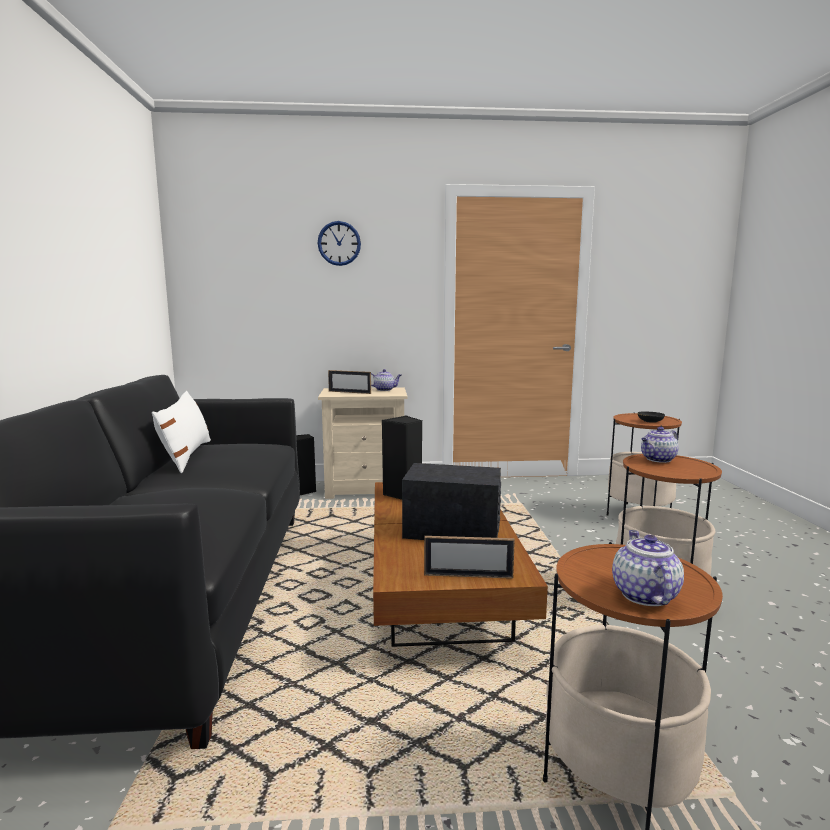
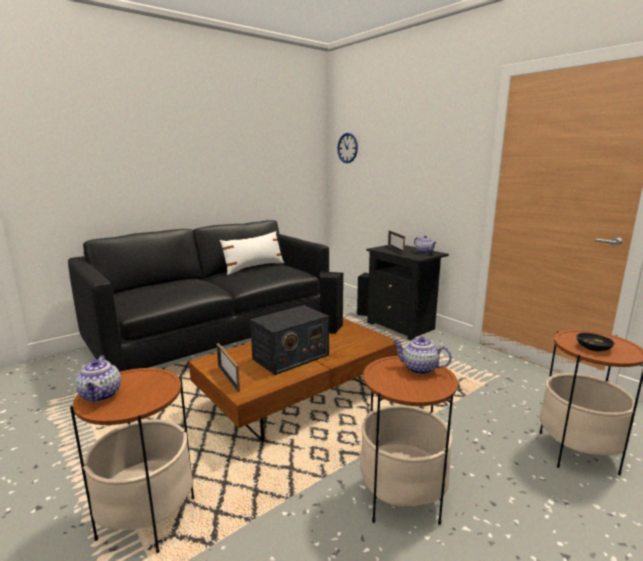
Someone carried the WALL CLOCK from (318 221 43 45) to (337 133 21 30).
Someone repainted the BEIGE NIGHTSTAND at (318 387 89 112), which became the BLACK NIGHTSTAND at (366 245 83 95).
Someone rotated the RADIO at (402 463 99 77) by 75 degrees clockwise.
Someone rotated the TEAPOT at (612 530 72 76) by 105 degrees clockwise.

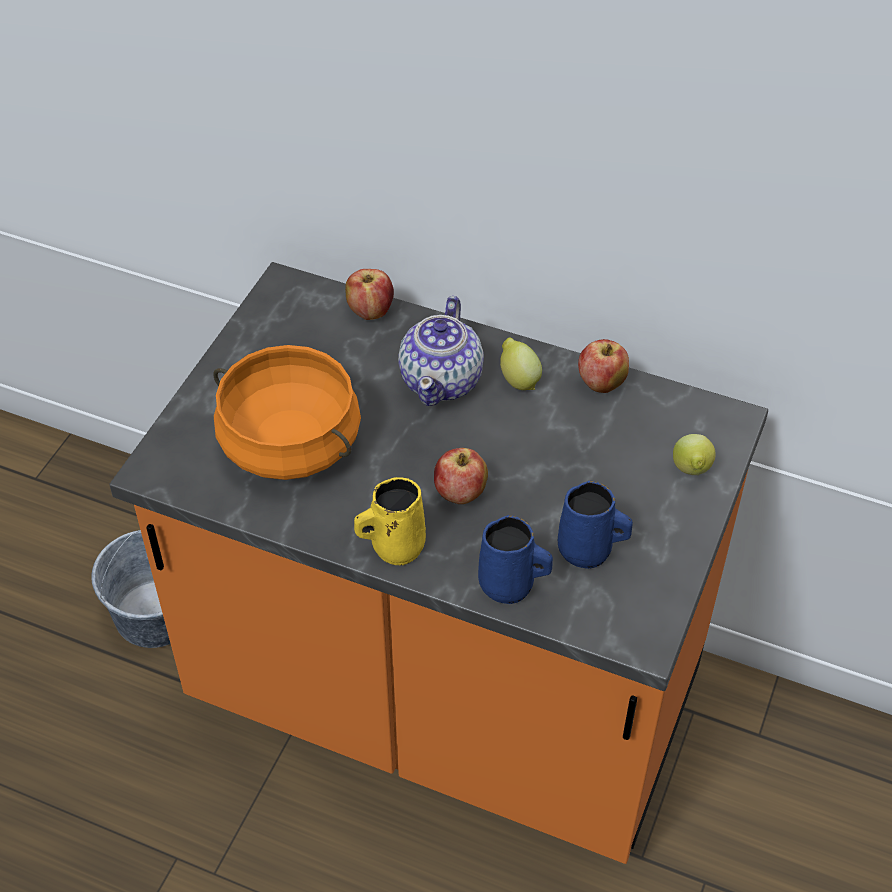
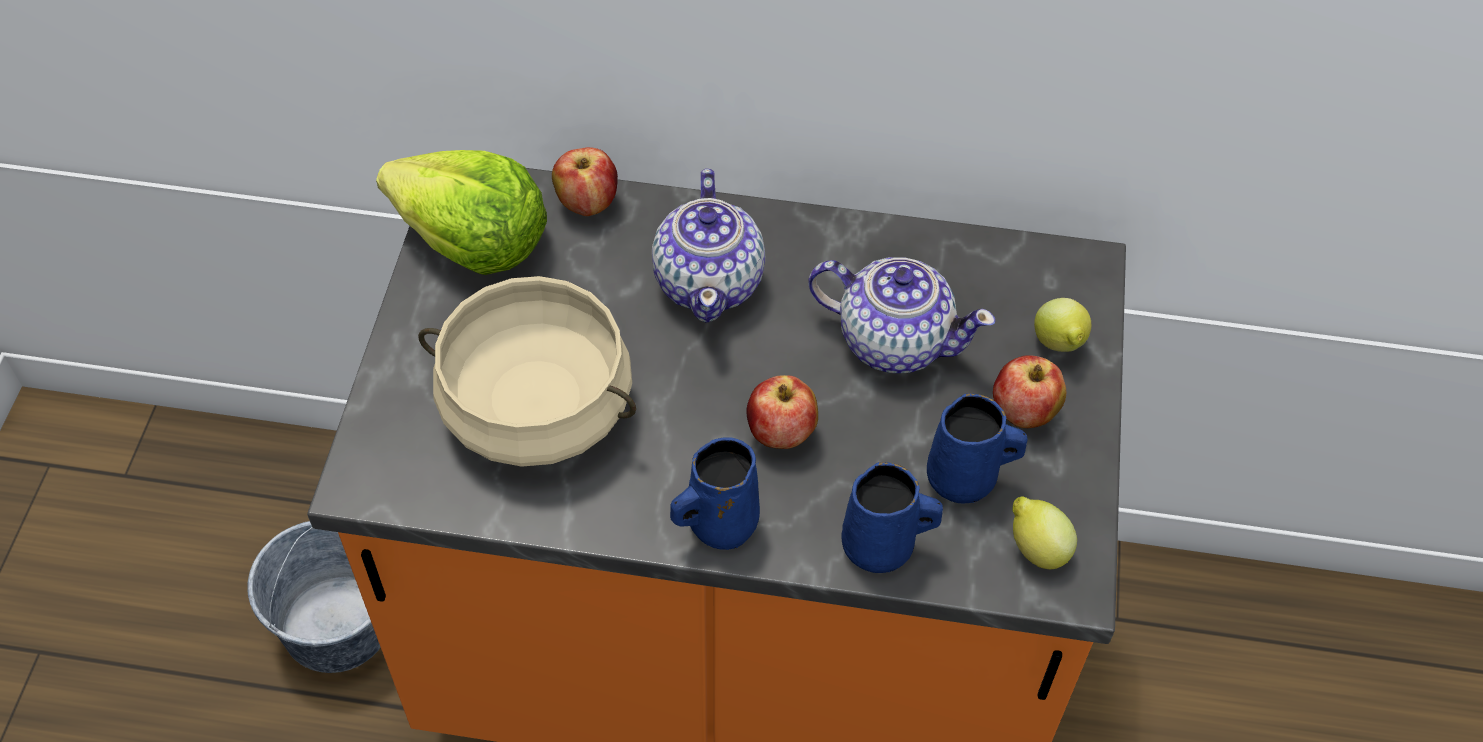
Someone repainted the ORANGE COOKING POT at (213 345 148 135), which became the BEIGE COOKING POT at (418 276 218 191).
Someone repainted the YELLOW MUG at (354 477 72 88), which became the BLUE MUG at (670 437 90 113).
Someone carried the LEMON from (500 337 42 53) to (1013 496 64 73).
Someone carried the APPLE from (578 339 51 54) to (993 355 73 73).
Someone put down the LETTUCE at (376 150 171 125).
Someone put down the TEAPOT at (808 257 188 116).

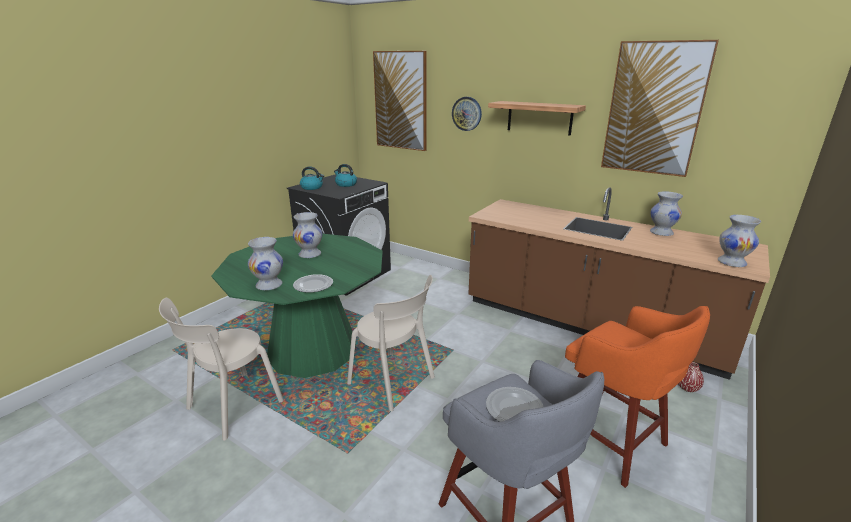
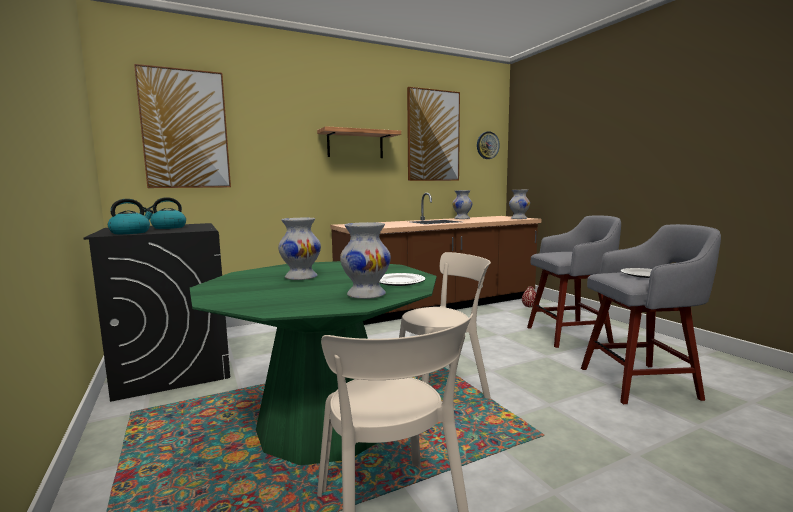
Someone carried the WALL CLOCK from (452 97 30 34) to (477 131 23 28).
Someone repainted the ORANGE STOOL at (565 306 145 182), which became the GREY STOOL at (527 215 94 133).

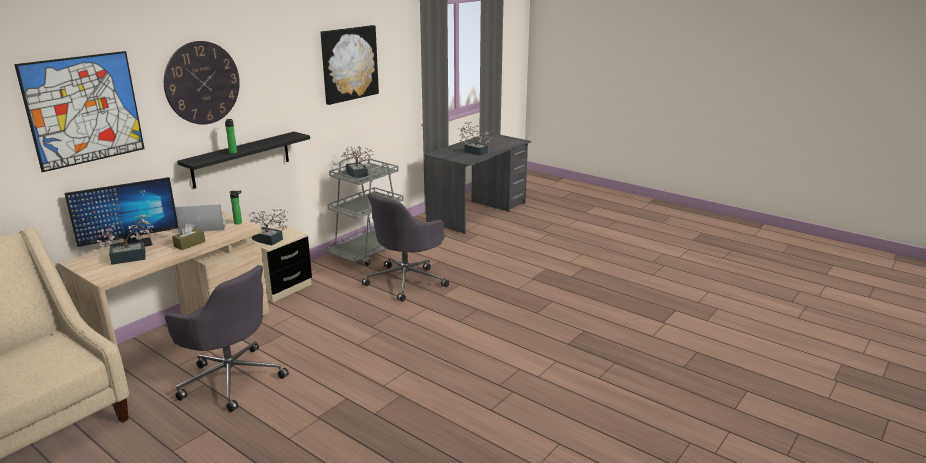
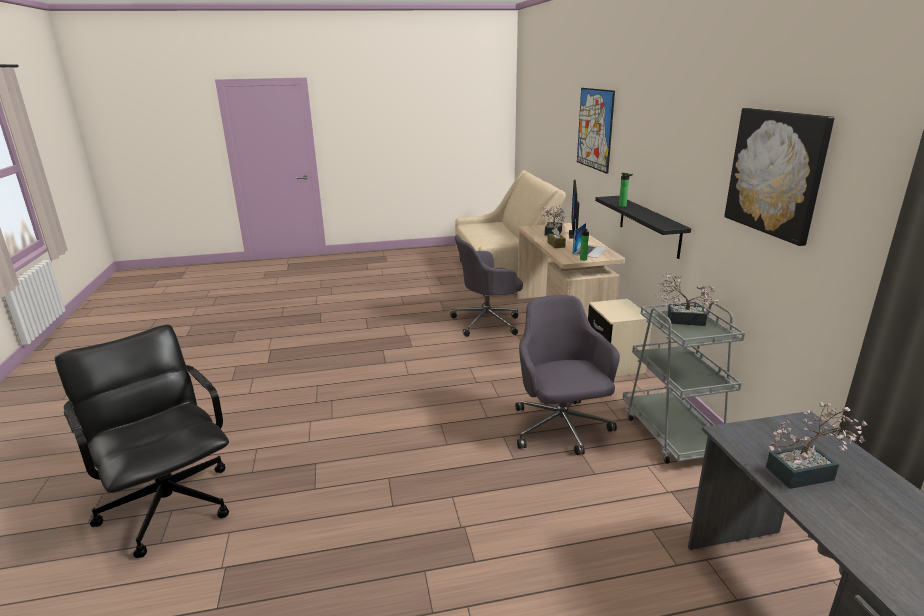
Someone took away the WALL CLOCK at (164 41 76 84).
Someone took away the POTTED PLANT at (249 209 39 36).
Someone put down the BLACK OFFICE CHAIR at (55 325 174 233).

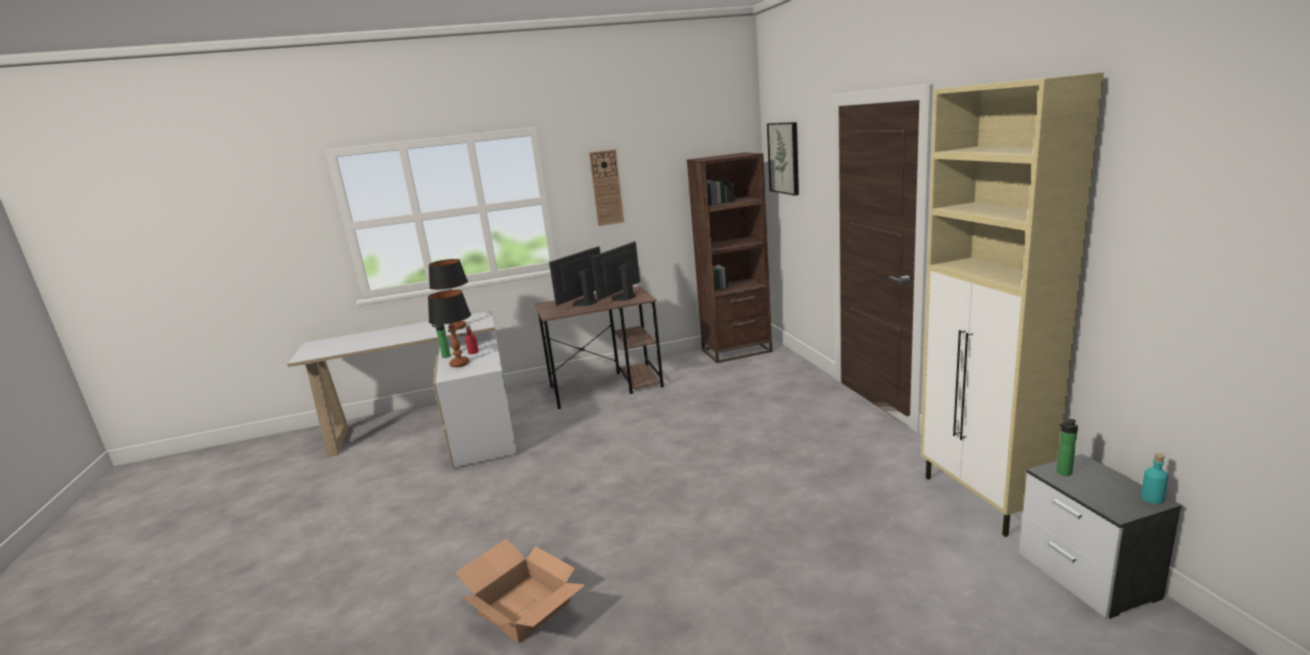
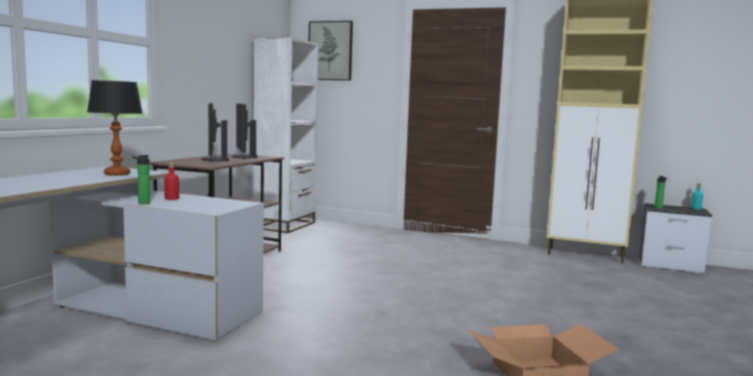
Someone took away the TABLE LAMP at (428 290 43 77).
Someone took away the WALL CLOCK at (589 149 35 77).
Someone repainted the BROWN BOOKCASE at (687 152 85 211), which became the WHITE BOOKCASE at (253 37 66 196).

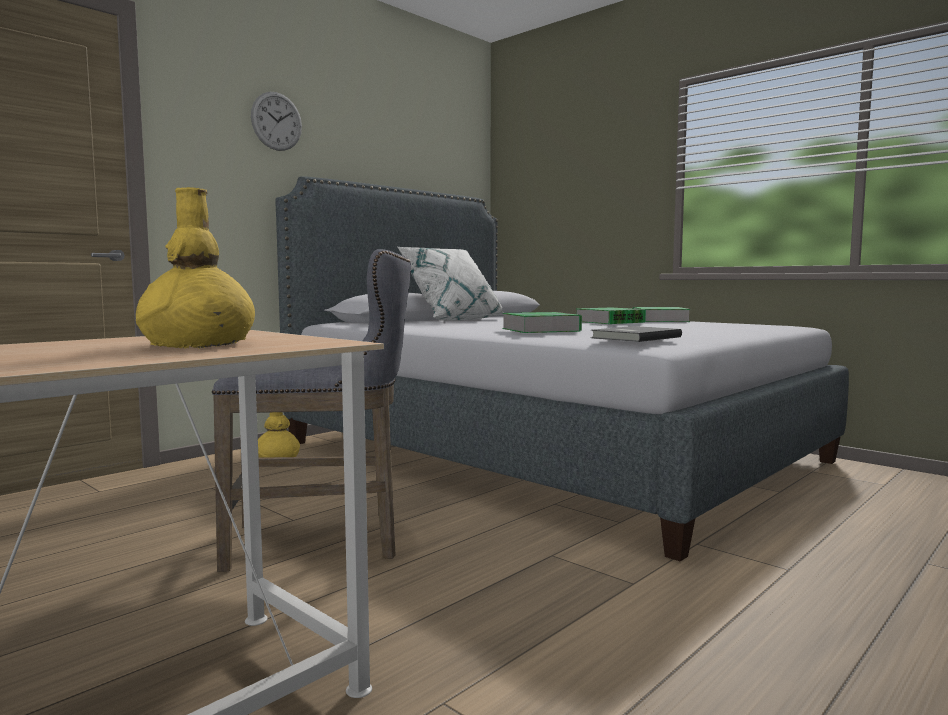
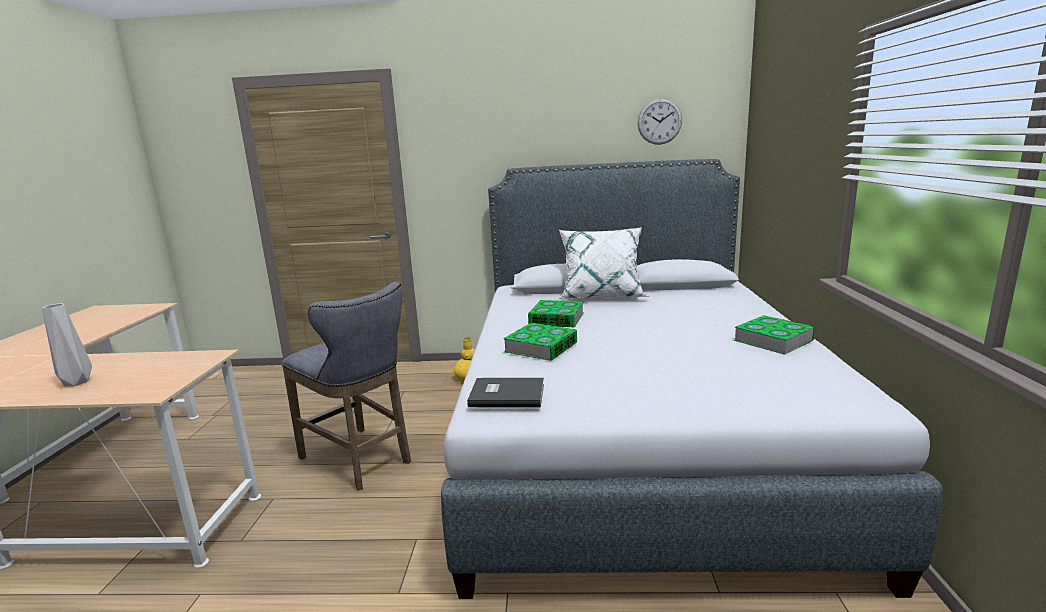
Someone took away the YELLOW VASE at (136 187 119 161).
Someone carried the WALL CLOCK from (251 92 51 59) to (638 98 44 47).
Someone carried the BOOK from (577 308 69 16) to (528 300 55 27).
Someone put down the GREY VASE at (42 303 50 83).

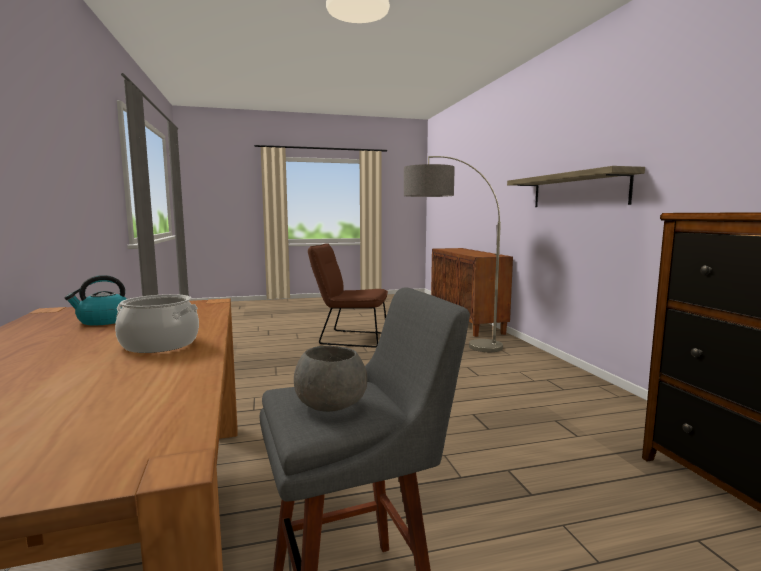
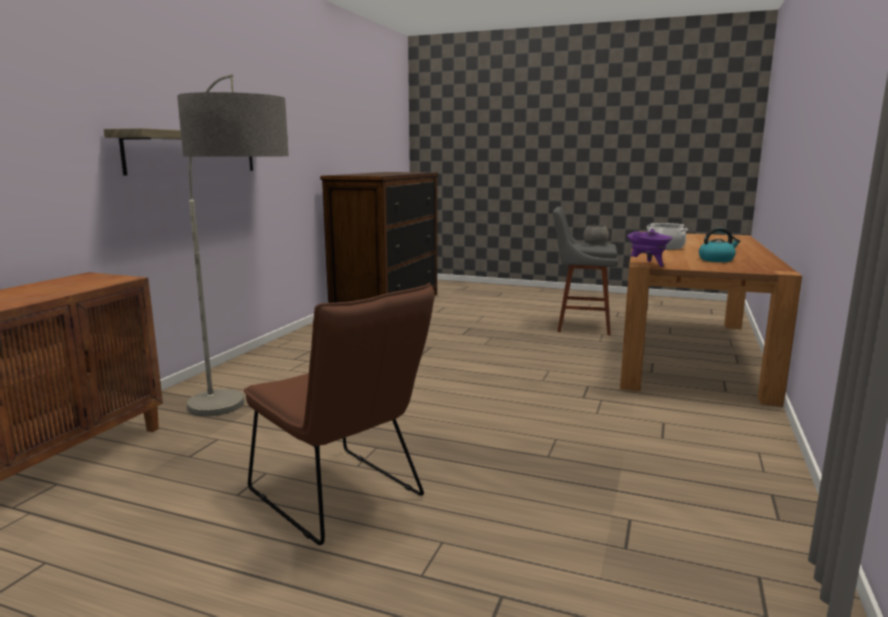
Someone put down the PURPLE COOKING POT at (627 229 45 38).

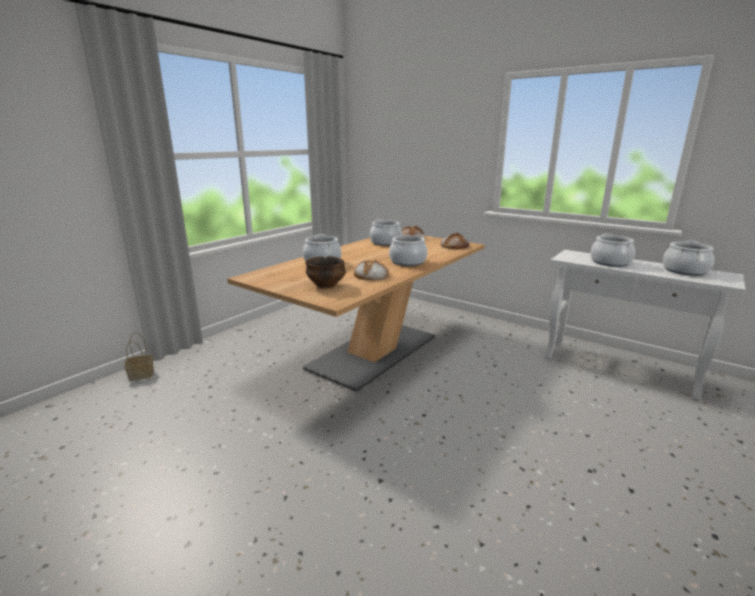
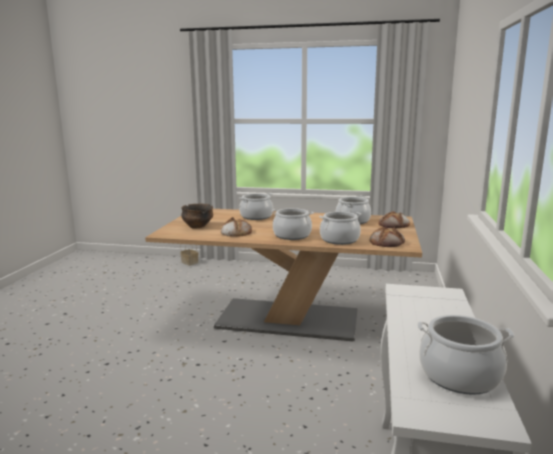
Someone carried the COOKING POT from (590 233 45 34) to (319 212 42 33).

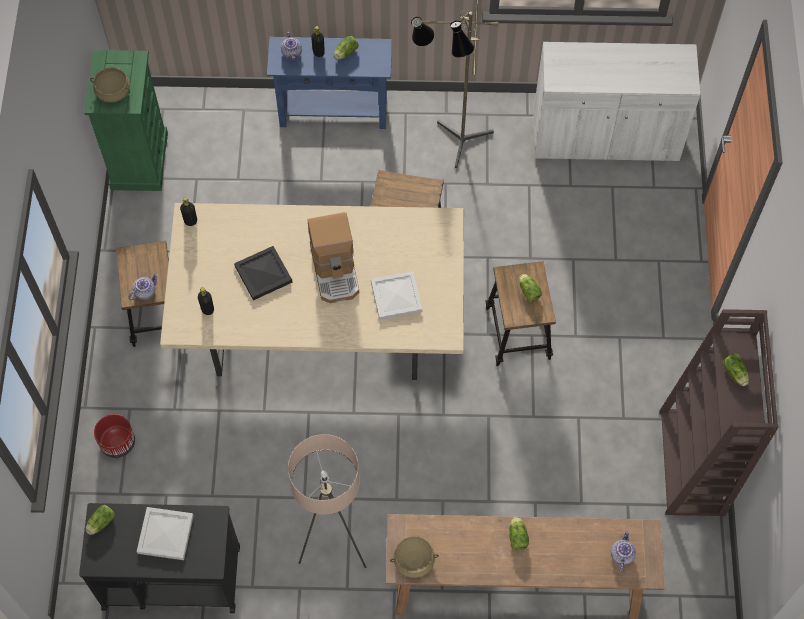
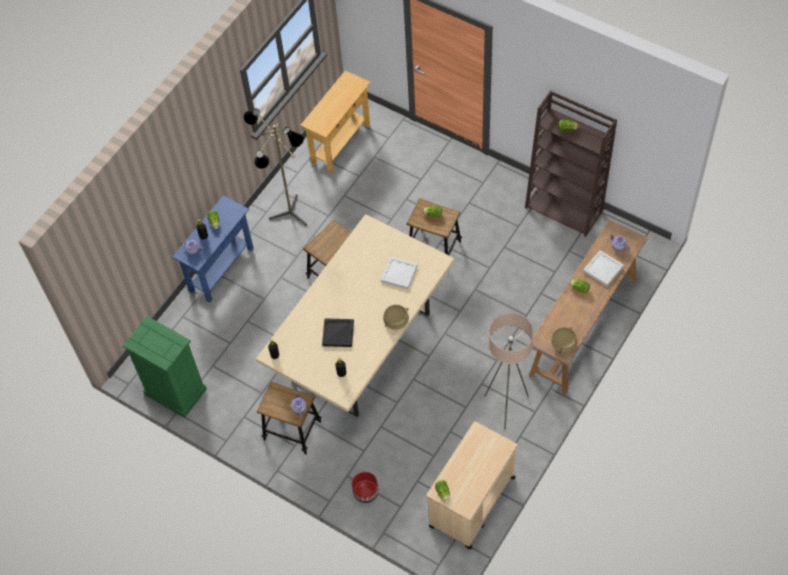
Someone repainted the BLACK CART at (79 503 161 110), which became the BEIGE CART at (426 421 91 129).
Someone carried the BEIGE COOKING POT from (90 67 40 36) to (383 305 26 25).
Someone carried the WHITE TRAY from (137 507 57 53) to (583 250 41 36).
Someone took away the COFFEE MACHINE at (307 212 52 91).
Someone swapped the WHITE CABINET at (534 42 166 119) for the BEIGE CONSOLE TABLE at (300 70 71 103).

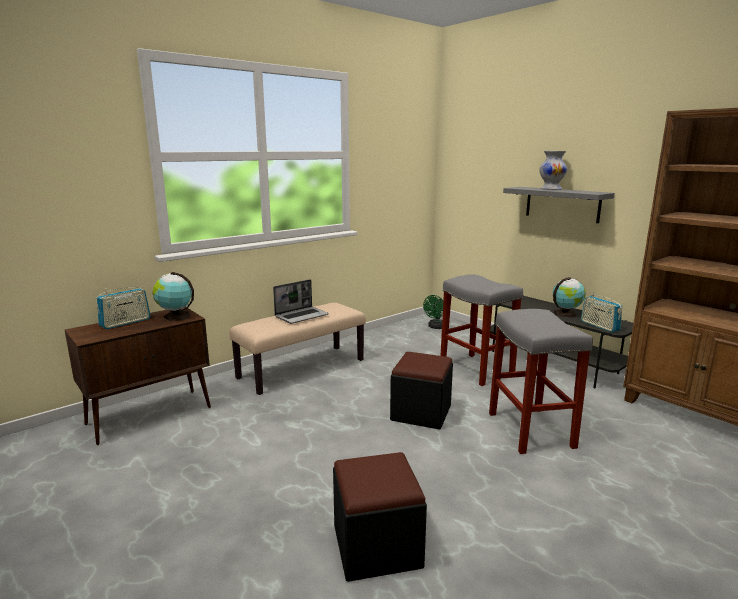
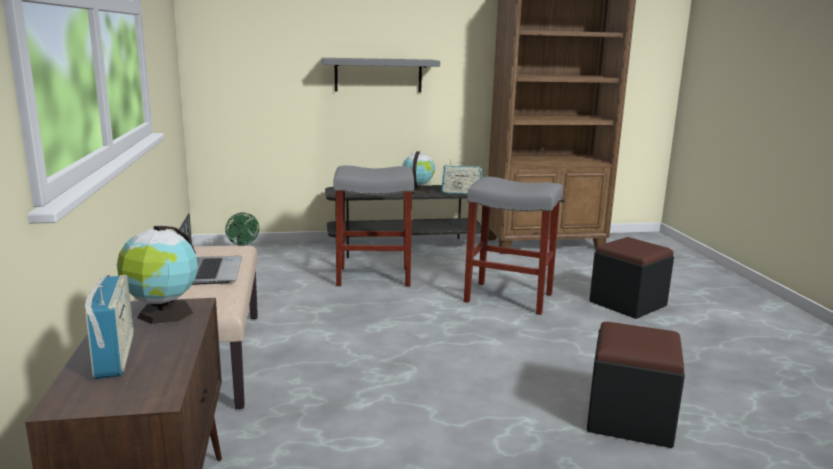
Someone carried the BLACK OTTOMAN from (390 352 63 78) to (589 237 85 82).
Someone took away the WHITE VASE at (539 151 28 39).

